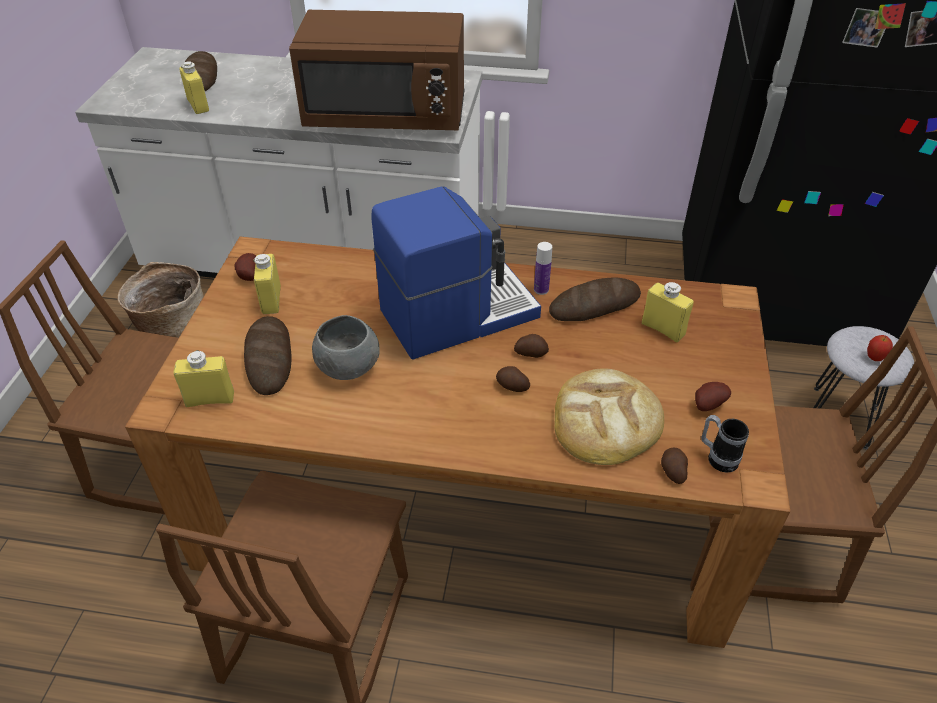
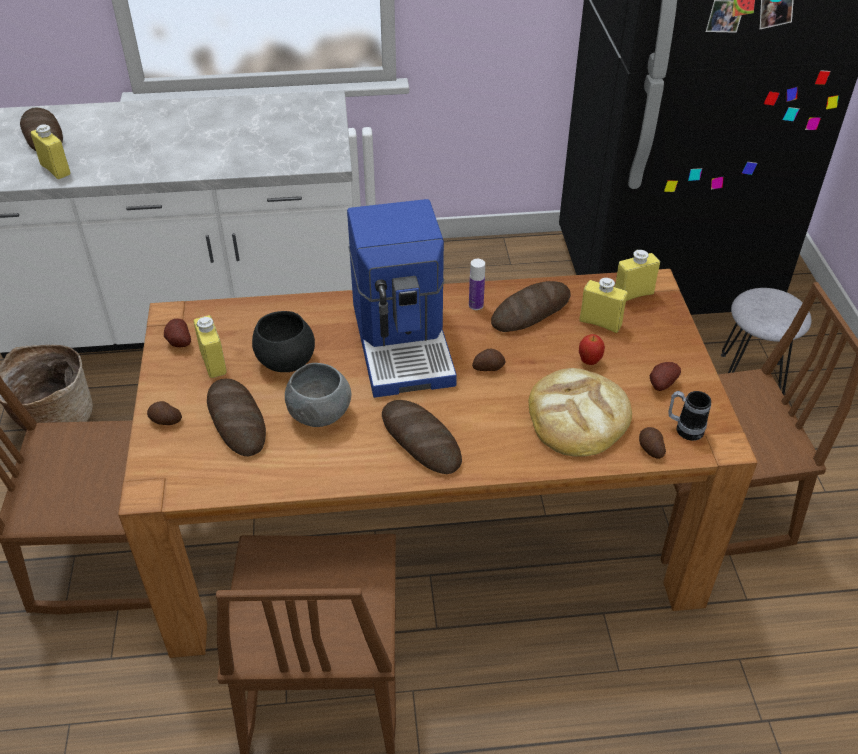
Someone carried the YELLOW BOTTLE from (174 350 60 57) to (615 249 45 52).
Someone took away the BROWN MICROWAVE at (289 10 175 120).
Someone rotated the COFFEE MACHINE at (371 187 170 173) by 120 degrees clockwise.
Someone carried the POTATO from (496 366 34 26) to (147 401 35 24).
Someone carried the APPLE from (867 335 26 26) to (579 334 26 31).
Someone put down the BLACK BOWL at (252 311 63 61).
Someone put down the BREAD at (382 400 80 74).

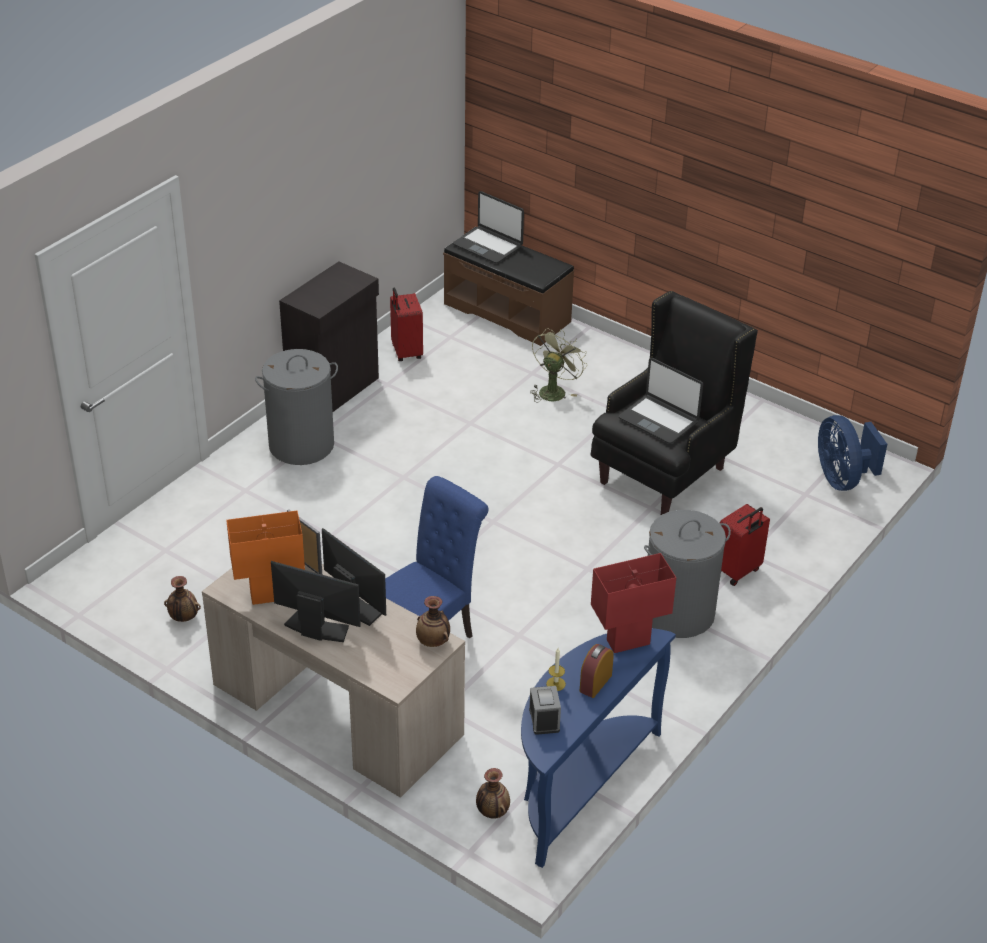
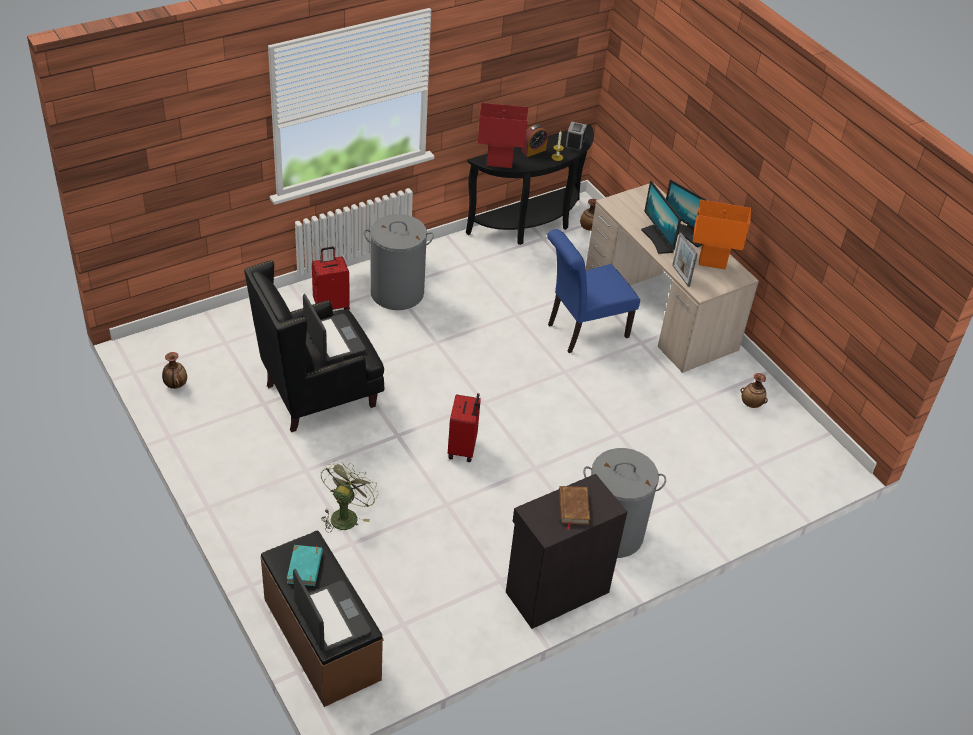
Someone carried the RED SUITCASE from (390 288 33 73) to (448 393 33 69).
Someone carried the VASE from (416 596 34 51) to (162 352 25 37).
Someone repainted the BLUE CONSOLE TABLE at (521 628 155 240), which became the BLACK CONSOLE TABLE at (466 124 128 121).
Someone rotated the GREEN FAN at (530 328 57 75) by 150 degrees clockwise.
Someone took away the BLUE FAN at (818 415 69 76).
Someone put down the TURQUOISE BOOK at (287 545 36 41).
Someone put down the BROWN BOOK at (559 486 31 44).

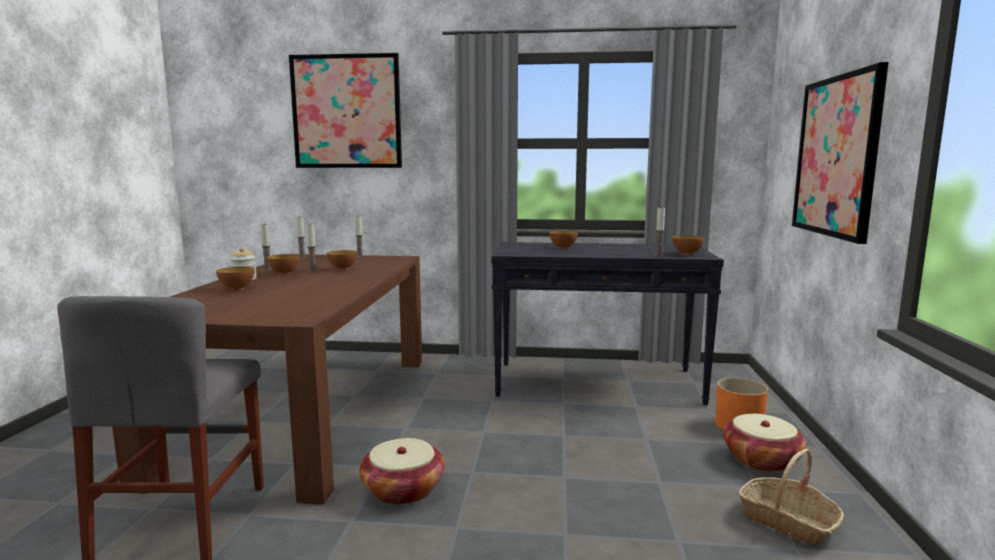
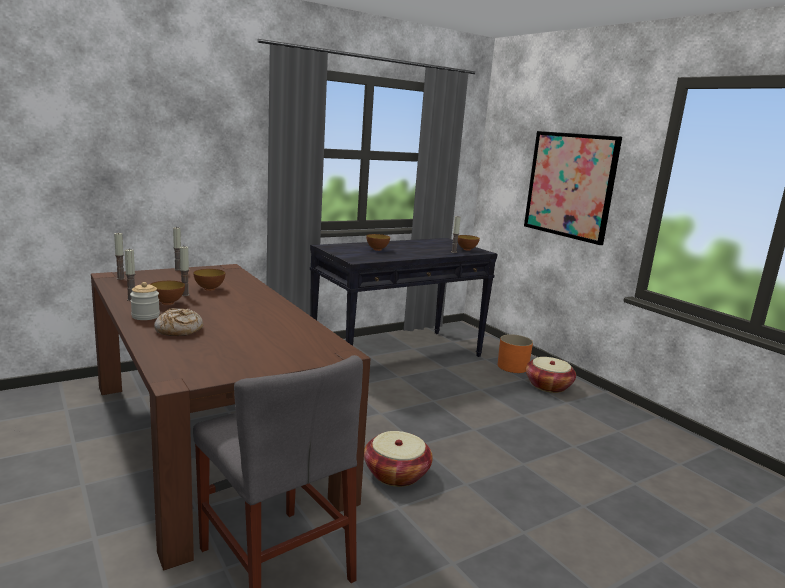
Someone swapped the BOWL at (216 267 38 23) for the BREAD at (154 308 49 28).
Someone took away the PICTURE at (289 53 113 115).
Someone took away the BASKET at (739 448 105 98).

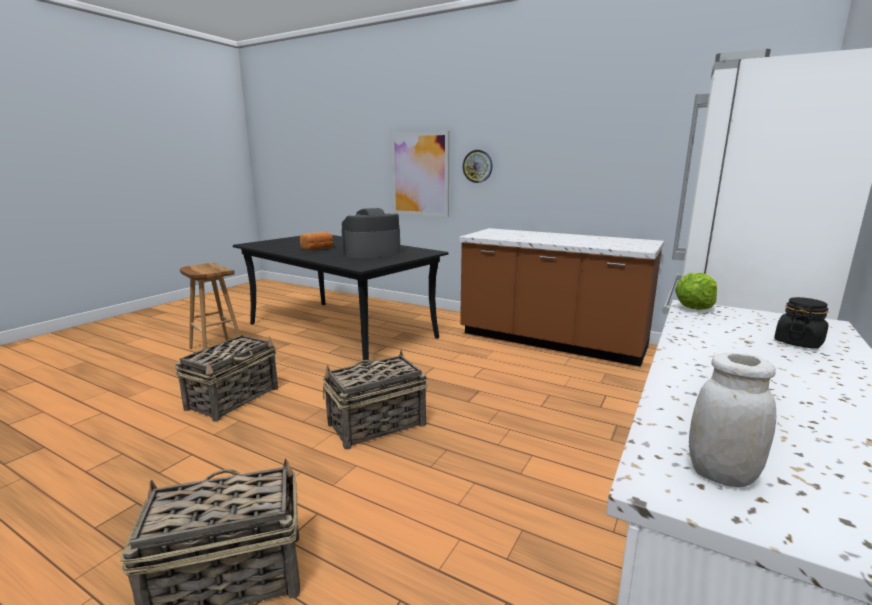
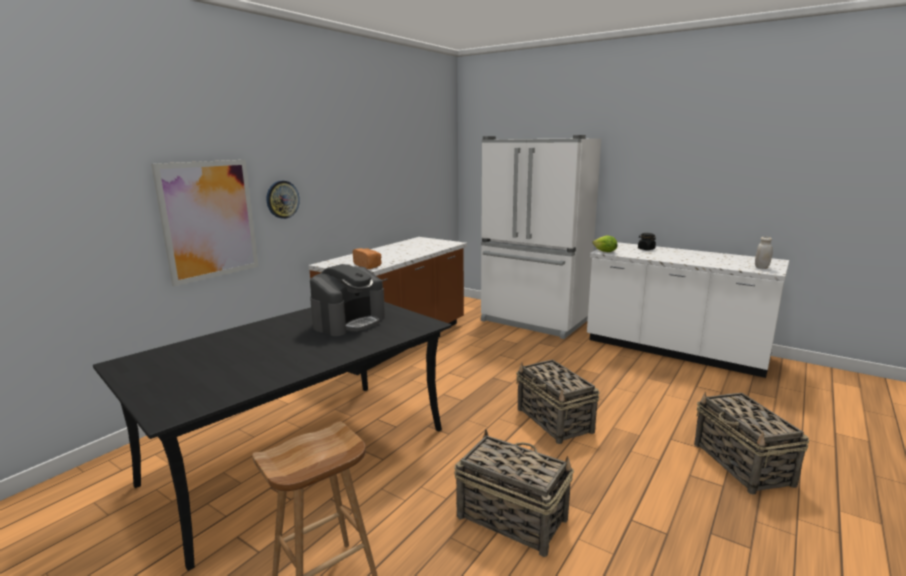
Someone carried the BREAD from (300 232 33 18) to (353 248 29 21).
Someone rotated the COFFEE MACHINE at (341 208 59 50) by 120 degrees counterclockwise.

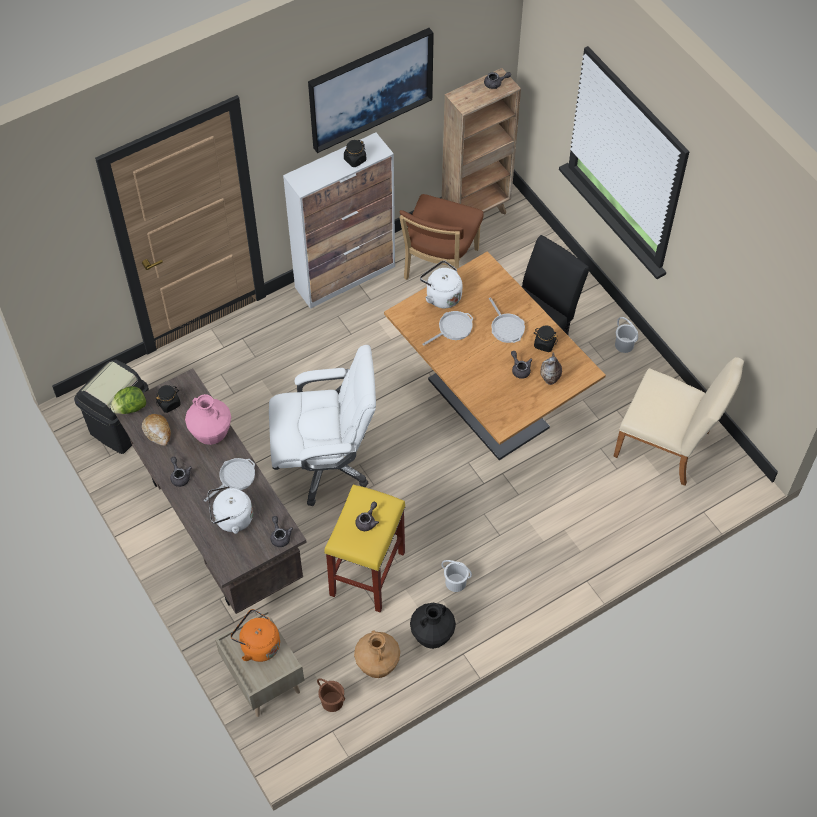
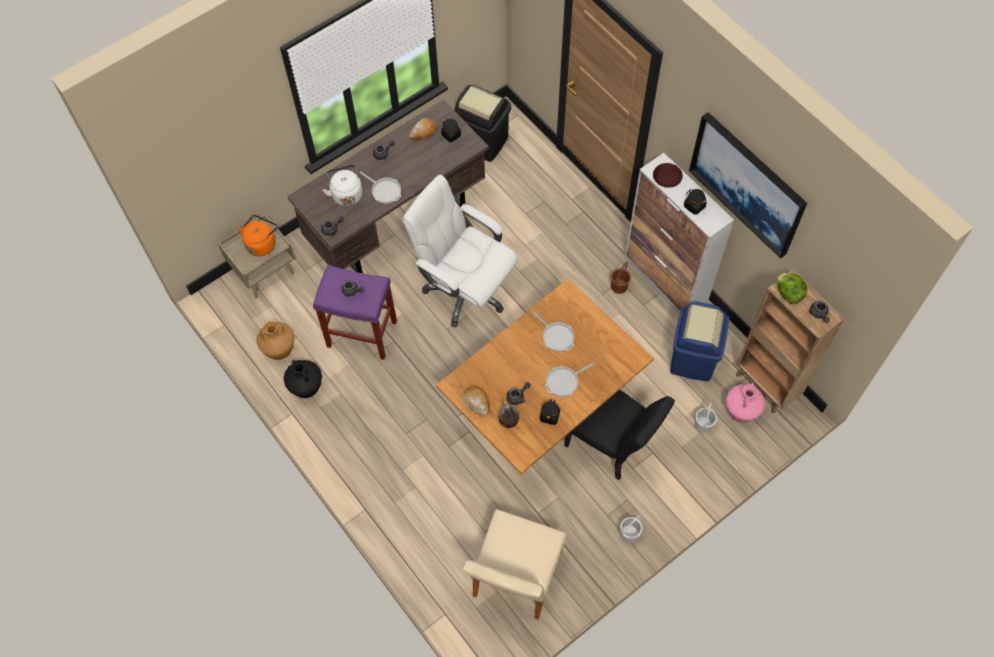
Someone carried the LETTUCE from (110 386 36 28) to (777 273 30 31).
Someone carried the PINK VASE from (185 394 46 51) to (726 383 39 40).
Someone rotated the WHITE OFFICE CHAIR at (269 345 107 161) by 135 degrees clockwise.
Someone carried the BROWN BUCKET from (317 678 28 34) to (611 262 20 32).
Someone repainted the YELLOW STOOL at (324 484 81 128), which became the PURPLE STOOL at (313 265 84 95).
Someone swapped the BROWN CHAIR at (399 194 85 86) for the BLUE TRASH CAN at (670 302 59 79).
Someone took away the WHITE KETTLE at (420 260 43 48).
Someone carried the WHITE BUCKET from (441 560 31 32) to (694 401 23 32).
Someone put down the BREAD at (462 385 28 31).
Someone put down the BROWN PLATE at (653 163 30 25).

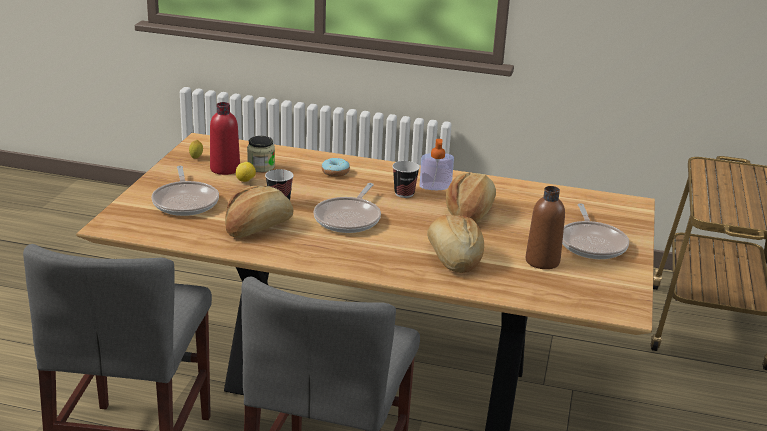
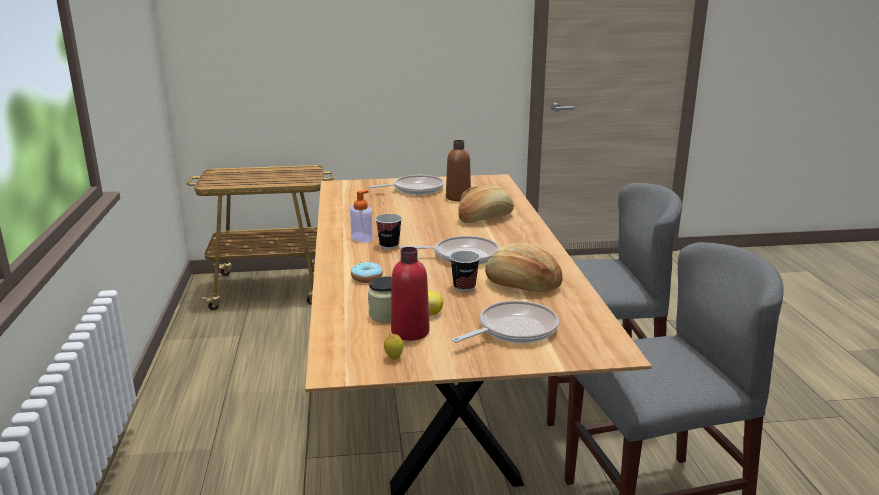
Someone took away the BREAD at (446 173 50 50).

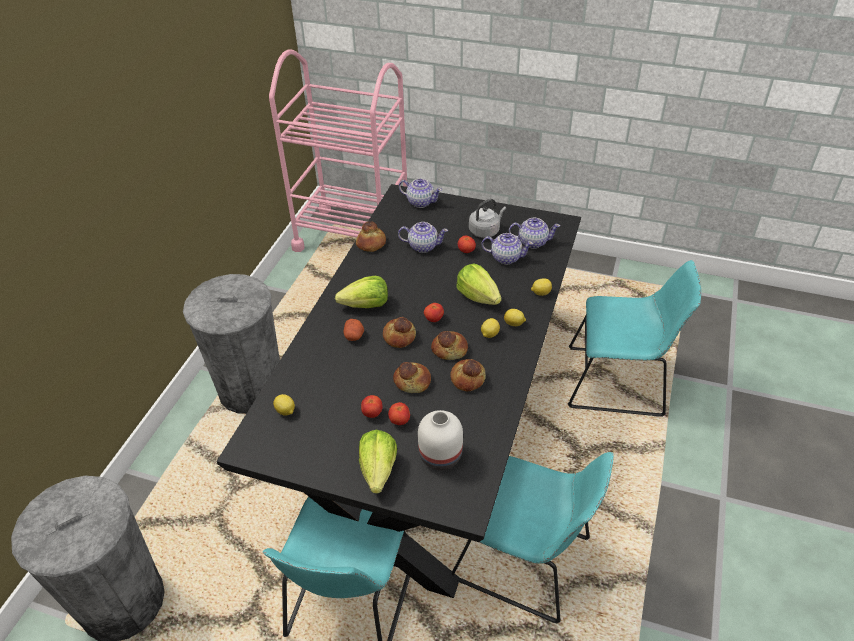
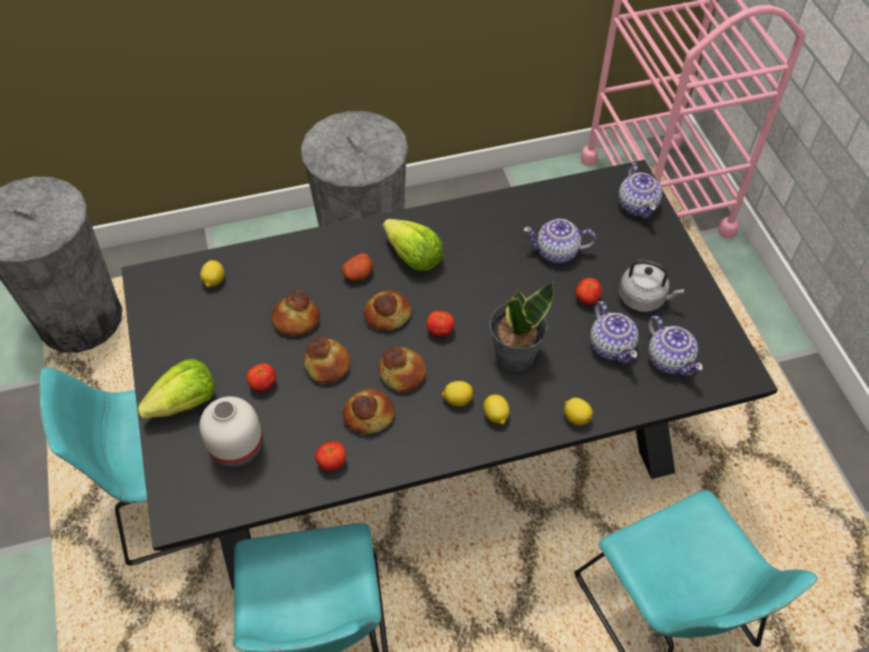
Someone carried the BREAD from (356 221 30 31) to (272 290 48 46).
Someone carried the TOMATO from (361 395 21 23) to (315 441 31 30).
Someone rotated the TEAPOT at (398 222 50 31) by 120 degrees clockwise.
Someone swapped the LETTUCE at (457 263 44 42) for the POTTED PLANT at (490 282 64 89).

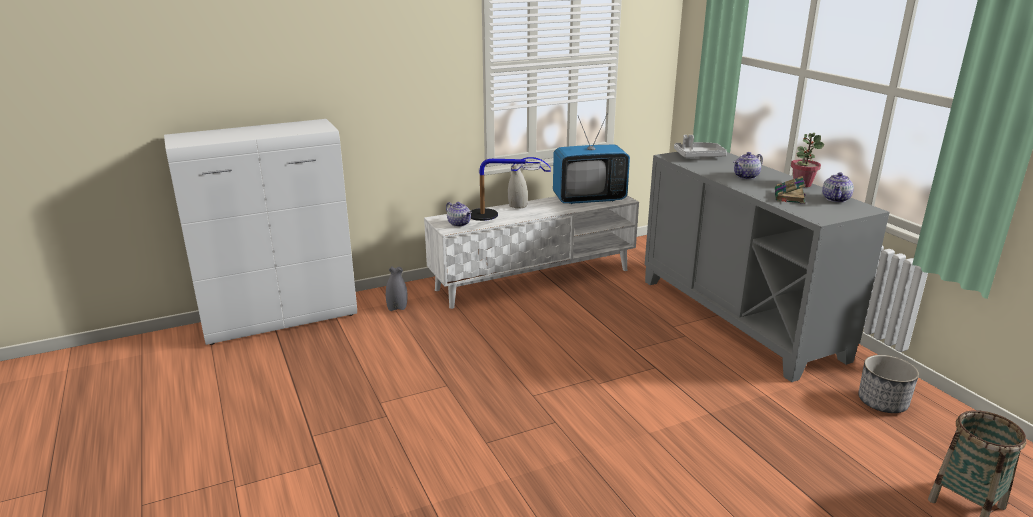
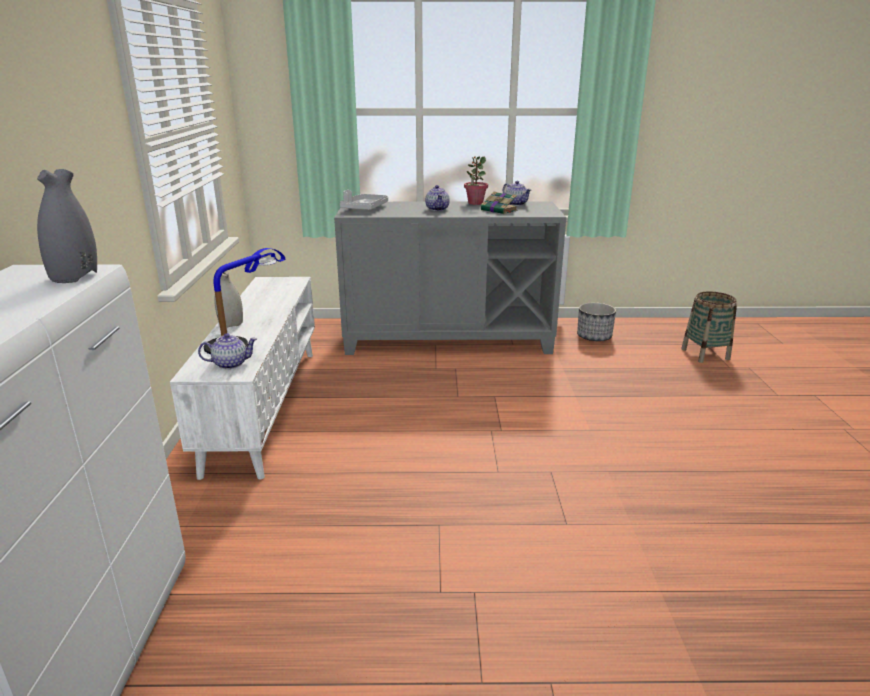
Someone carried the GREY VASE from (386 267 22 44) to (37 169 60 114).
Someone took away the TELEVISION at (553 115 77 89).

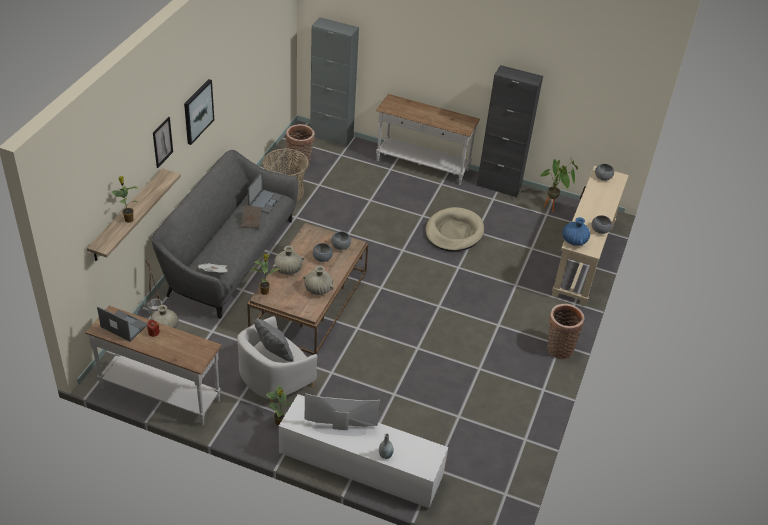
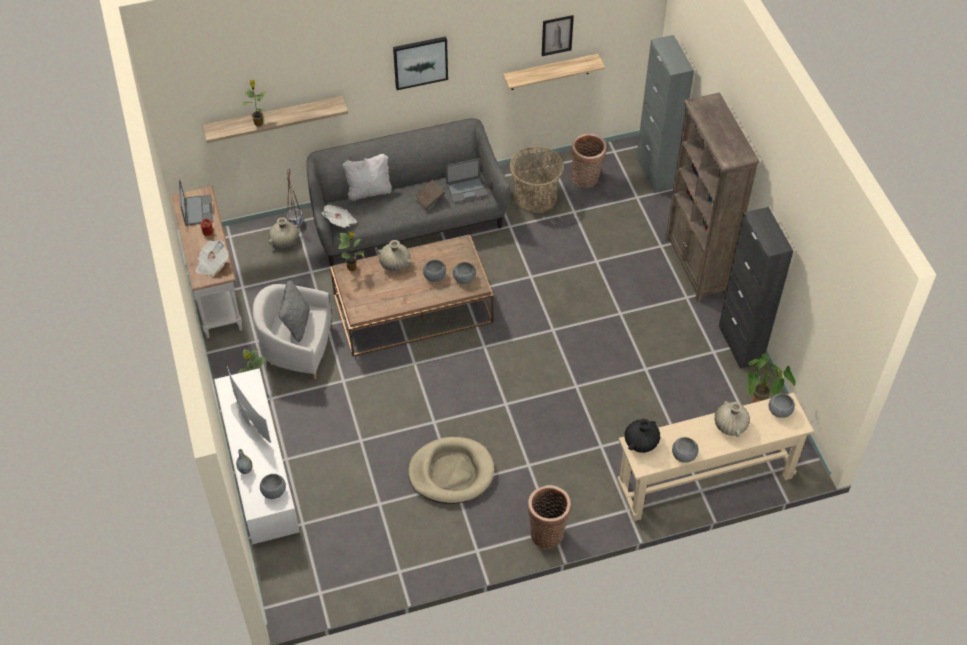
Someone carried the PICTURE from (153 117 20 51) to (542 15 32 41).
Someone carried the BEIGE VASE from (303 266 31 29) to (715 401 35 36).
Someone swapped the WHITE CONSOLE TABLE at (376 94 104 91) for the BROWN BOOKCASE at (665 93 94 209).
Someone carried the BEIGE DOG BED from (425 207 59 44) to (408 437 87 67).
Someone repainted the BLUE VASE at (562 217 28 29), which became the BLACK VASE at (625 419 35 34).
Someone put down the NEWSPAPER at (196 240 33 37).
Someone put down the GREY BOWL at (260 474 26 25).
Someone put down the WHITE PILLOW at (343 154 49 47).
Someone put up the SHELF at (503 54 102 36).

